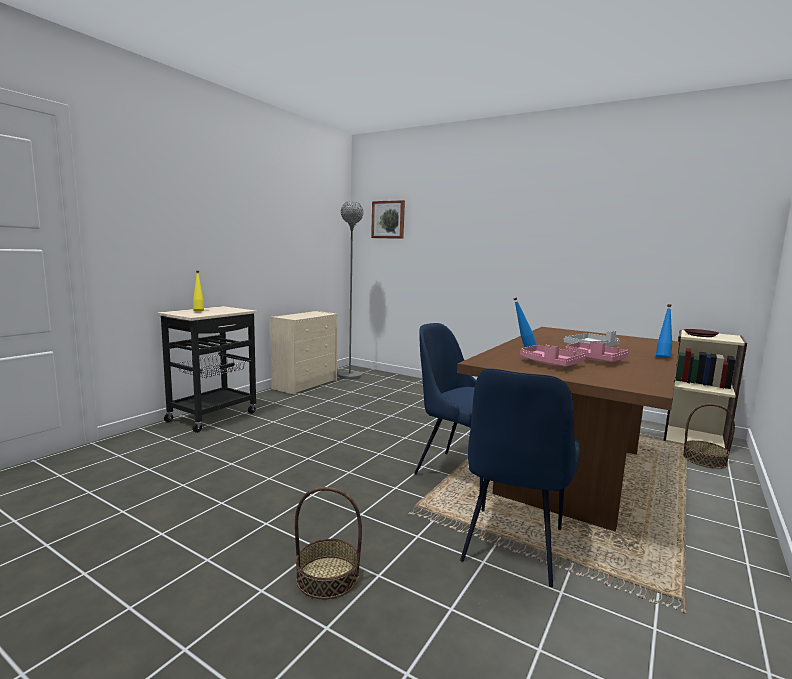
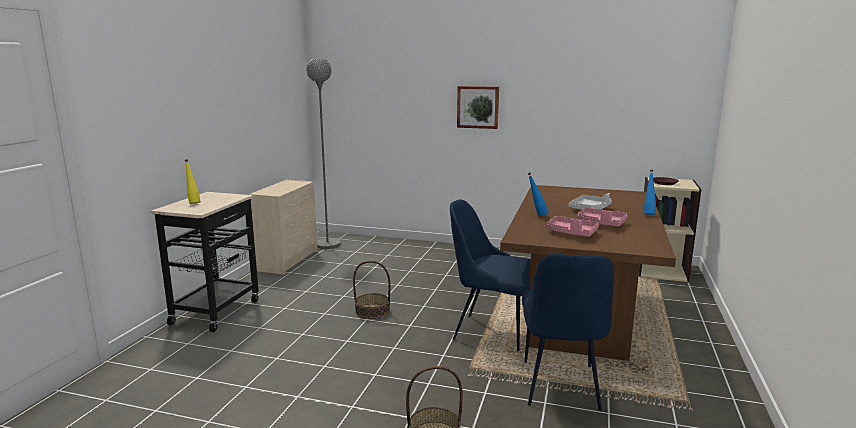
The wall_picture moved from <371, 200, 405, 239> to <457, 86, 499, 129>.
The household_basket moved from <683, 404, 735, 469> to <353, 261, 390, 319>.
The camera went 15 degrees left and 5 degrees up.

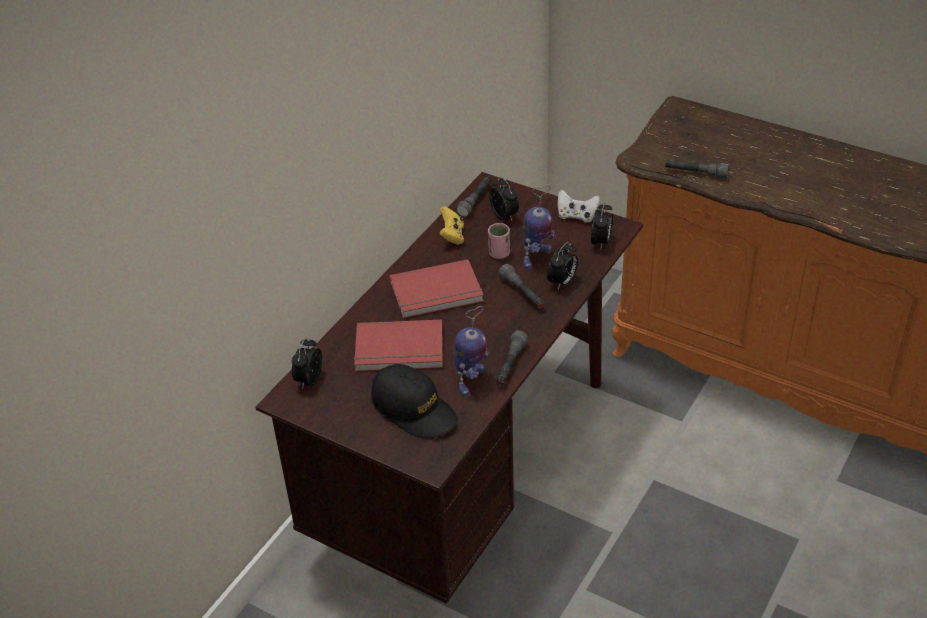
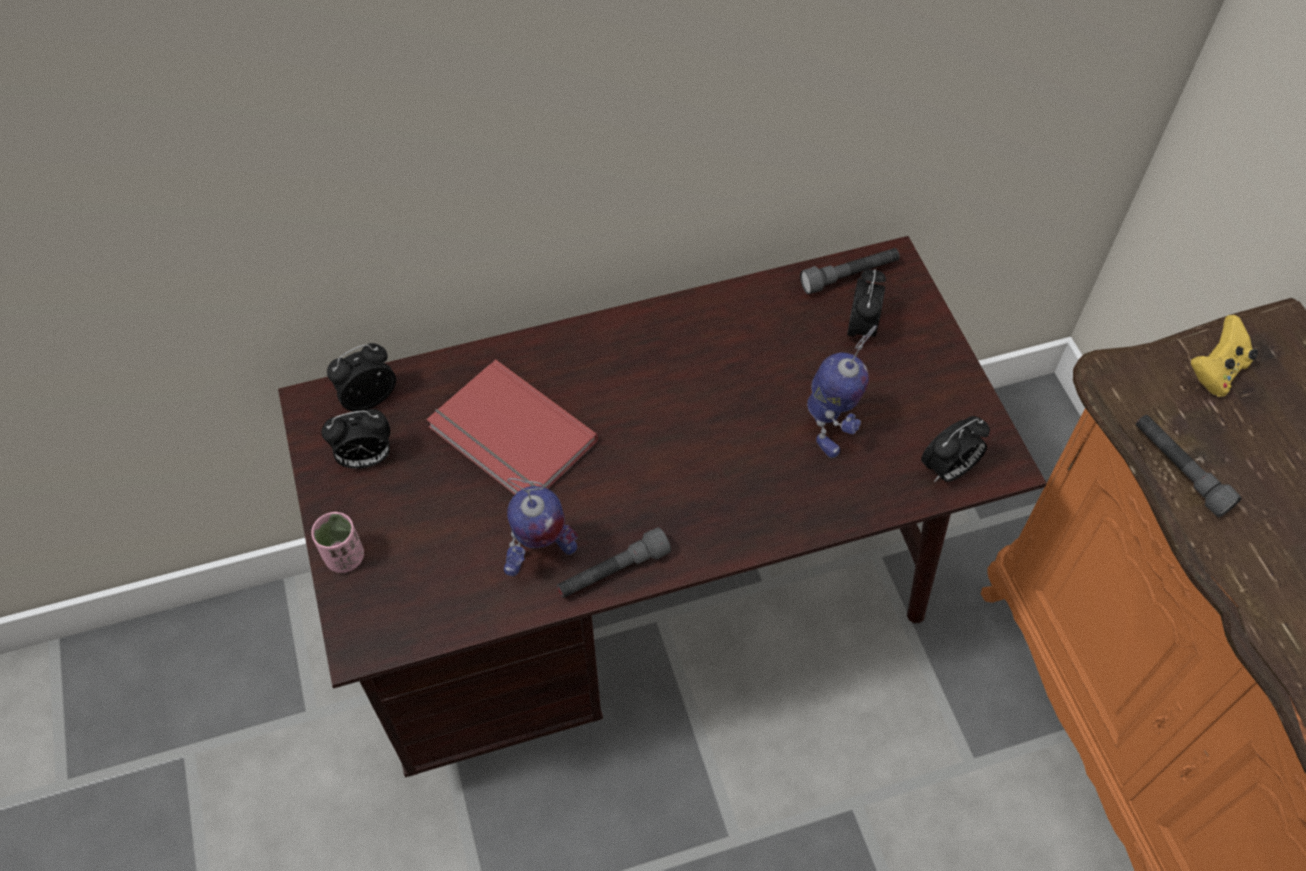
The black_baseball_cap at <371, 364, 458, 438> disappeared.
The reddish_volume at <390, 259, 484, 318> disappeared.
The yellow_gamepad moved from <439, 206, 464, 245> to <1191, 315, 1258, 397>.
The pinkish_drinking_cup moved from <488, 223, 510, 259> to <311, 512, 364, 573>.
The greyish_flashlight at <498, 264, 544, 308> disappeared.
The robot_figure at <523, 186, 556, 270> turned 75 degrees counterclockwise.
The table_clock moved from <547, 242, 578, 289> to <322, 409, 390, 469>.
The whitish_gamepad at <558, 190, 600, 223> disappeared.
The camera went 40 degrees right and 15 degrees up.

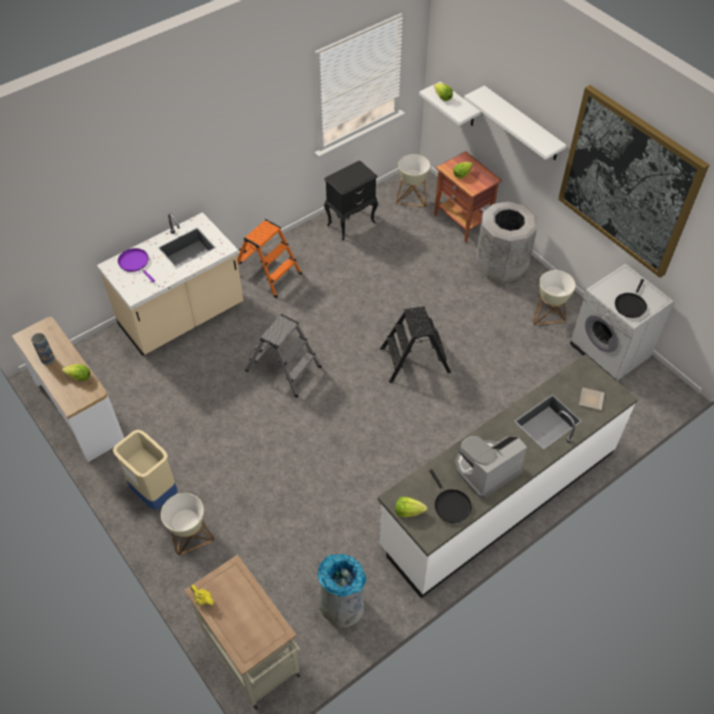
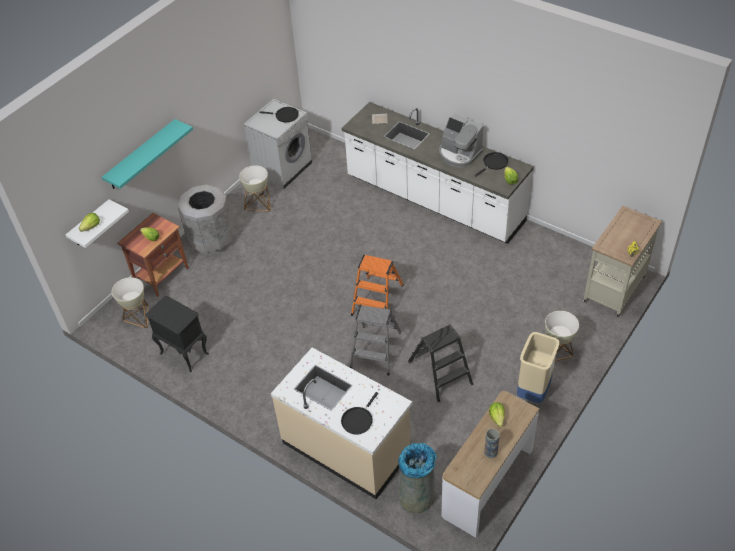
The purple-coloured_skillet at <118, 248, 155, 282> became the black_skillet at <341, 392, 378, 435>.
The orange_stepladder moved from <237, 219, 302, 298> to <351, 254, 404, 316>.
The greyish_rubbish_bin moved from <317, 554, 366, 628> to <398, 443, 436, 513>.
The black_stepladder moved from <380, 306, 451, 383> to <408, 324, 473, 402>.
The whitish_bracket_shelf at <464, 85, 567, 160> became the turquoise-coloured_bracket_shelf at <102, 119, 193, 189>.
The wall_picture at <558, 85, 709, 278> disappeared.
The camera went 105 degrees left and 5 degrees down.

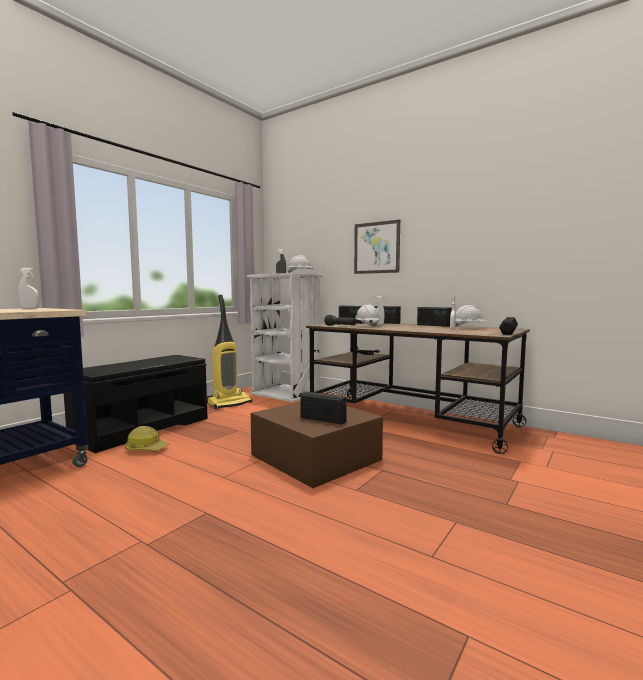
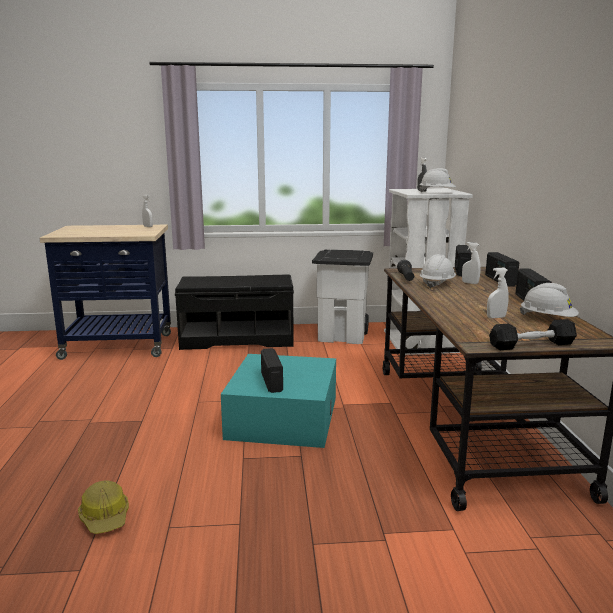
The work_helmet moved from <125, 426, 169, 451> to <78, 480, 129, 534>.
The hoover at <207, 295, 252, 409> was replaced by the whitish_rubbish_bin at <312, 249, 373, 344>.
The brownish_storage_container at <251, 402, 383, 488> became the turquoise-coloured_storage_container at <221, 354, 336, 448>.
The wall_picture at <354, 219, 400, 274> disappeared.
The camera went 50 degrees right and 10 degrees up.

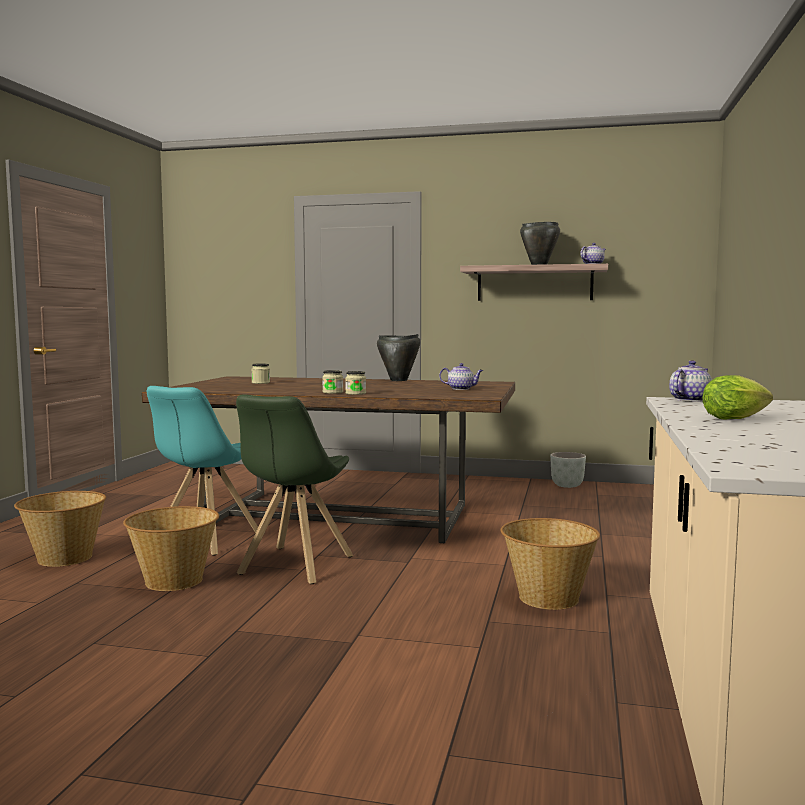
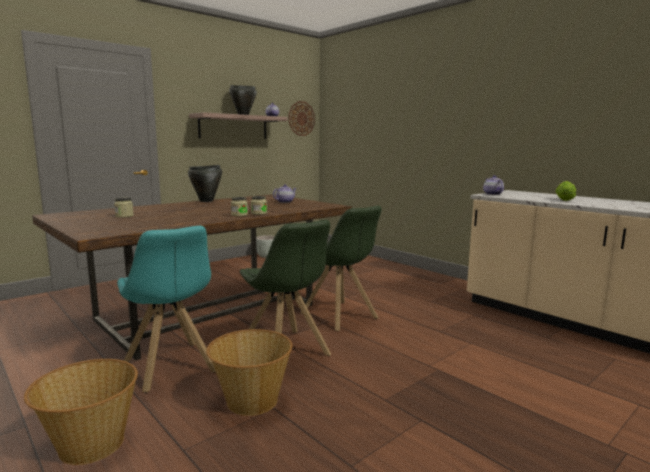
The household_basket at <501, 518, 600, 610> disappeared.
The wall_clock at <289, 101, 315, 136> appeared.
The green-coloured_chair at <301, 206, 382, 331> appeared.
The camera went 55 degrees left and 5 degrees up.

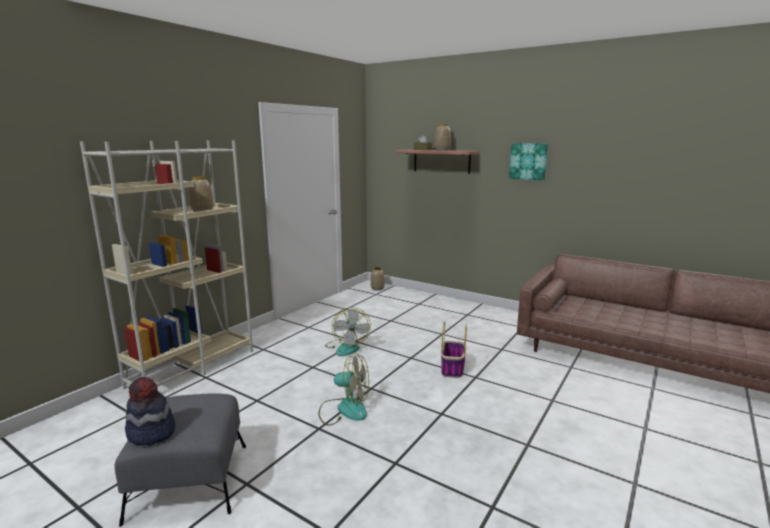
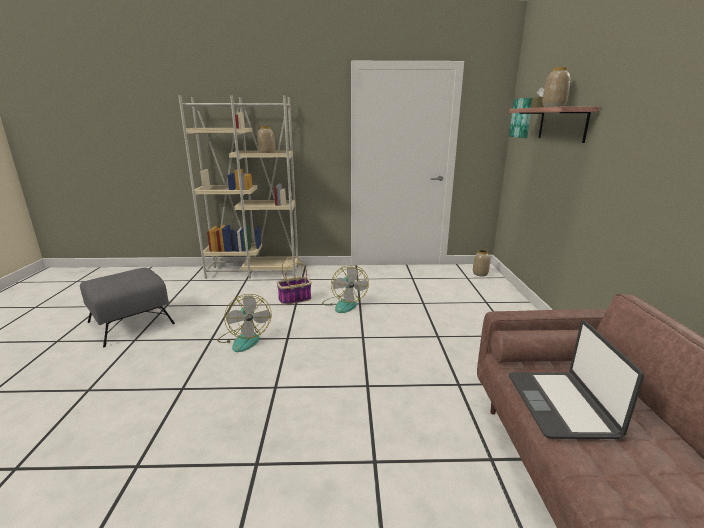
The hat at <125, 377, 175, 445> disappeared.
The electric_fan at <325, 308, 371, 356> turned 60 degrees counterclockwise.
The household_basket moved from <441, 321, 467, 378> to <277, 257, 311, 305>.
The wall_picture moved from <509, 143, 548, 180> to <509, 98, 532, 138>.
The notebook_computer at <509, 320, 644, 439> appeared.
The camera went 55 degrees right and 5 degrees up.

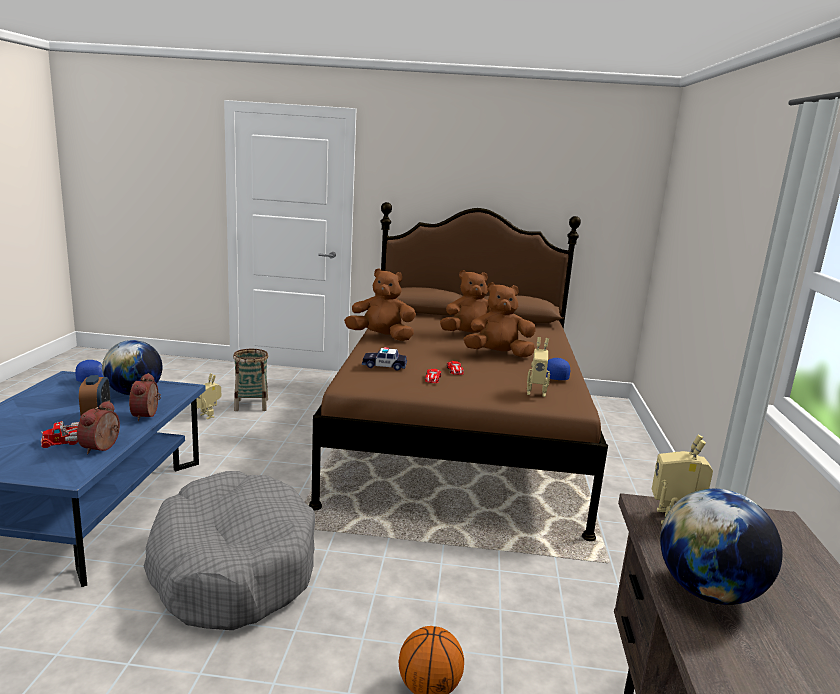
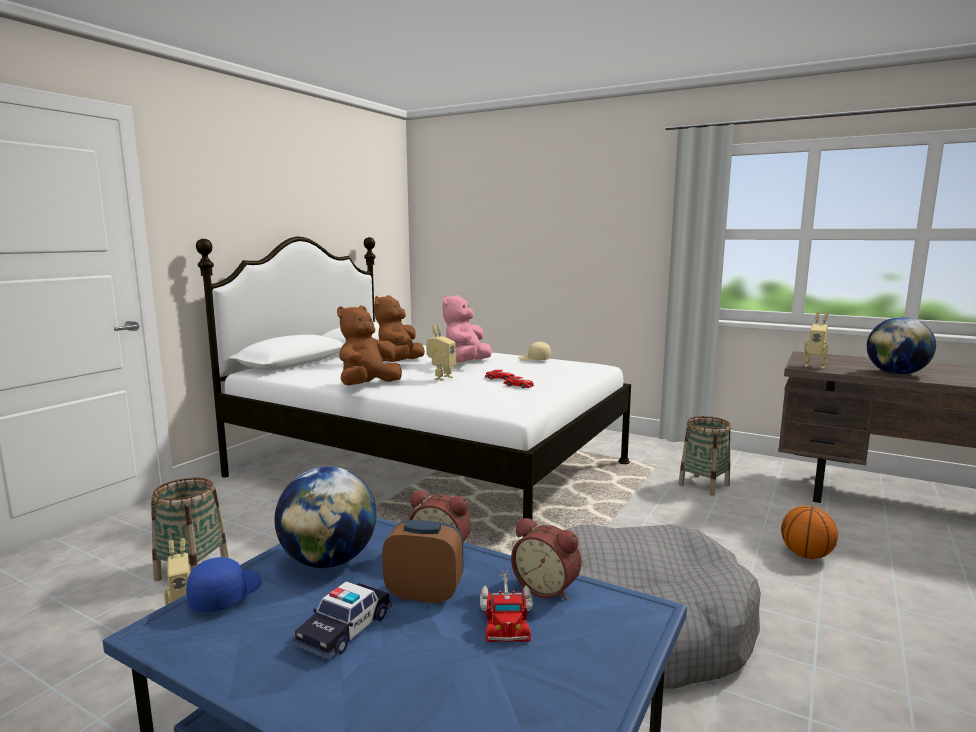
The brownish_bedroom_bed at <309, 202, 608, 541> became the whitish_bedroom_bed at <196, 237, 631, 537>.
The miniature_car moved from <362, 347, 407, 371> to <293, 581, 392, 659>.
The brownish_plush_toy at <464, 282, 536, 358> became the pinkish_plush_toy at <443, 295, 492, 362>.
The robot_figure moved from <527, 337, 550, 397> to <426, 324, 456, 381>.
The bluish_baseball_cap at <546, 358, 570, 380> became the beige-coloured_baseball_cap at <518, 342, 551, 361>.
The household_basket at <678, 416, 731, 496> appeared.
The camera went 65 degrees left and 5 degrees down.

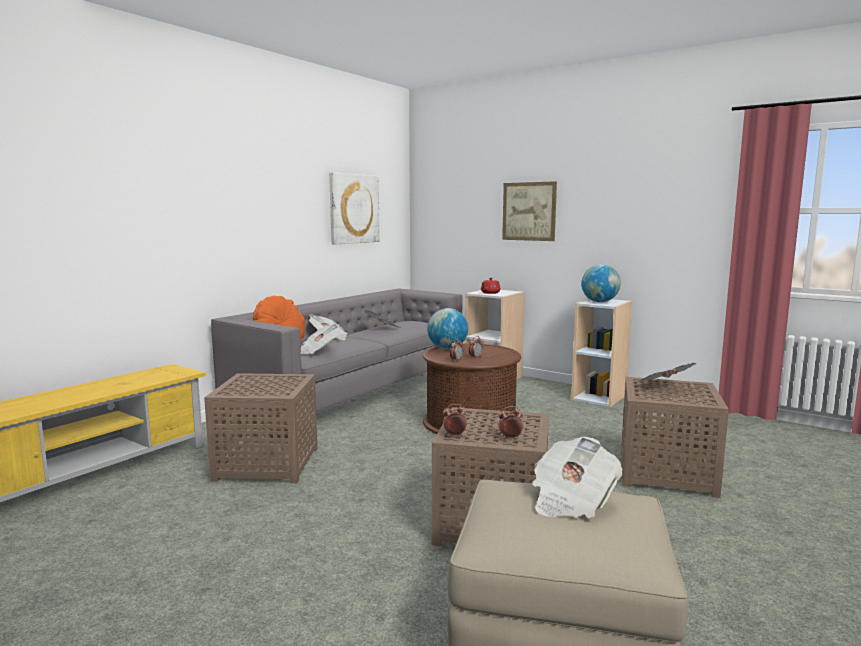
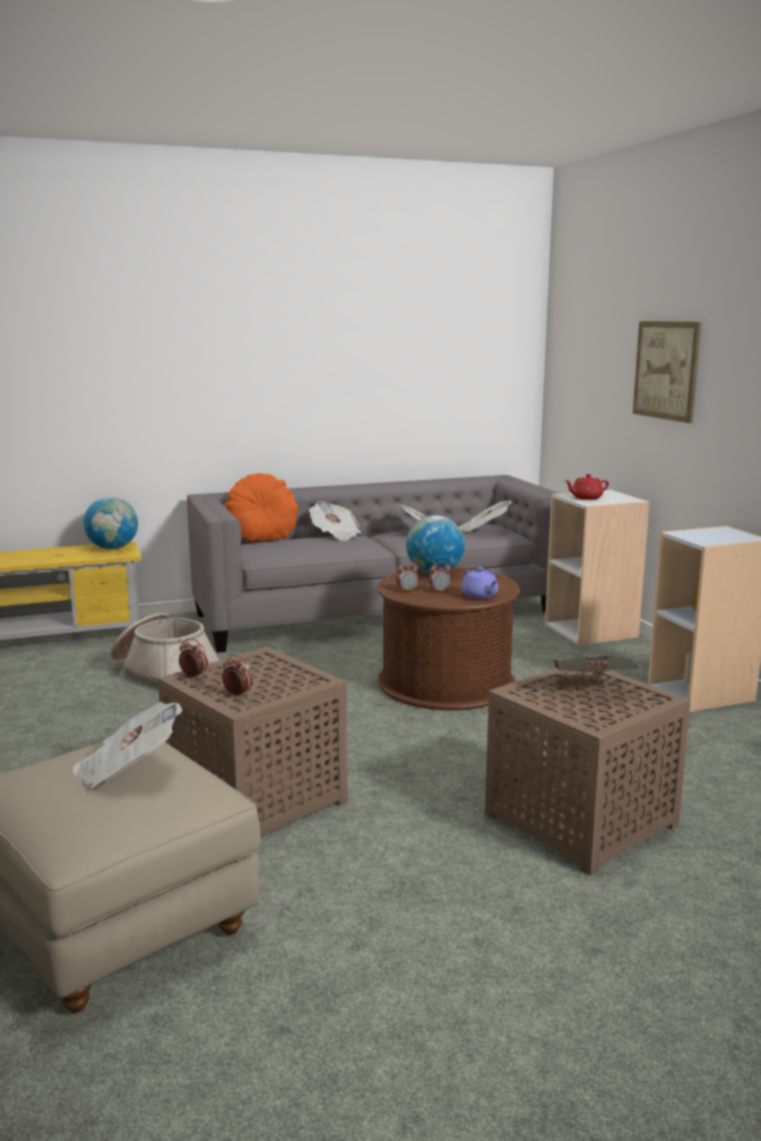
The brownish_side_table at <204, 373, 318, 483> was replaced by the household_basket at <110, 613, 219, 682>.
The printed_paper moved from <301, 324, 340, 354> to <459, 500, 512, 532>.
The wall_picture at <329, 172, 380, 245> disappeared.
The world_globe moved from <581, 265, 621, 302> to <83, 497, 138, 549>.
The purple-coloured_teapot at <461, 567, 498, 599> appeared.
The camera went 35 degrees right and 5 degrees up.

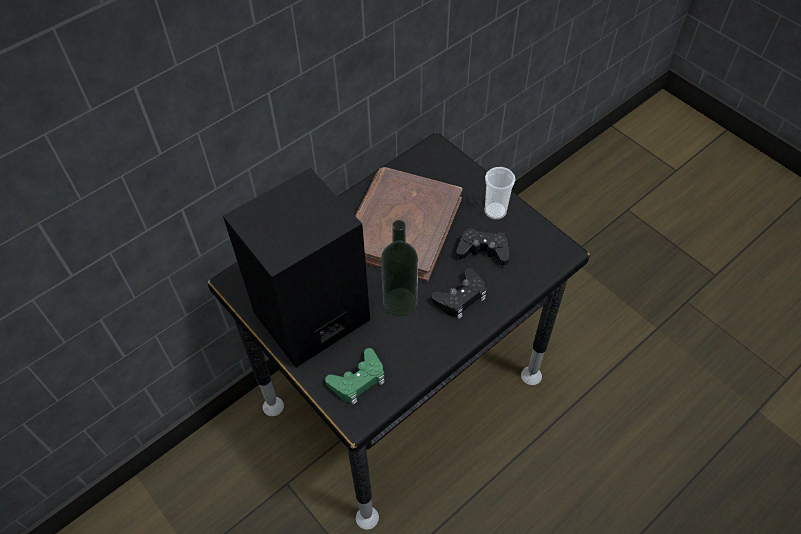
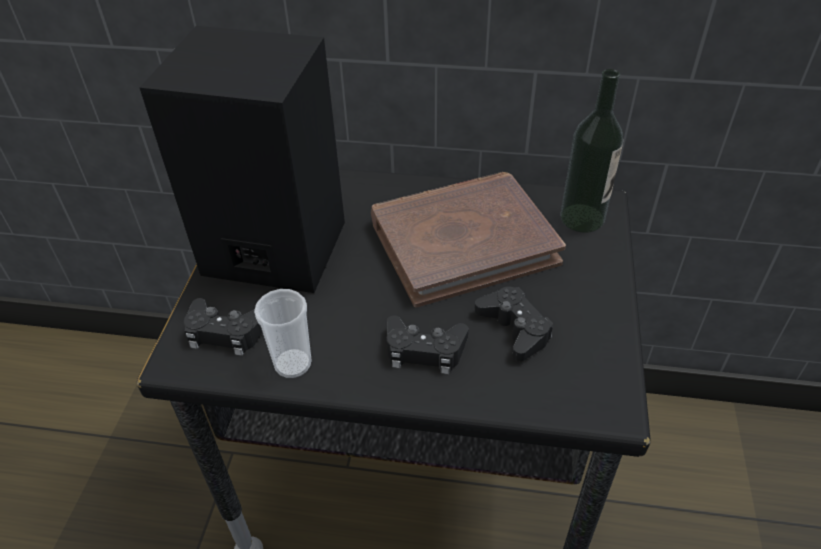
The green-coloured_gamepad at <325, 348, 385, 405> became the black_gamepad at <183, 298, 263, 356>.
The beverage_bottle moved from <381, 220, 418, 316> to <560, 69, 623, 233>.
The drinking_cup moved from <484, 167, 515, 220> to <254, 289, 311, 378>.
The camera went 50 degrees right and 10 degrees down.

